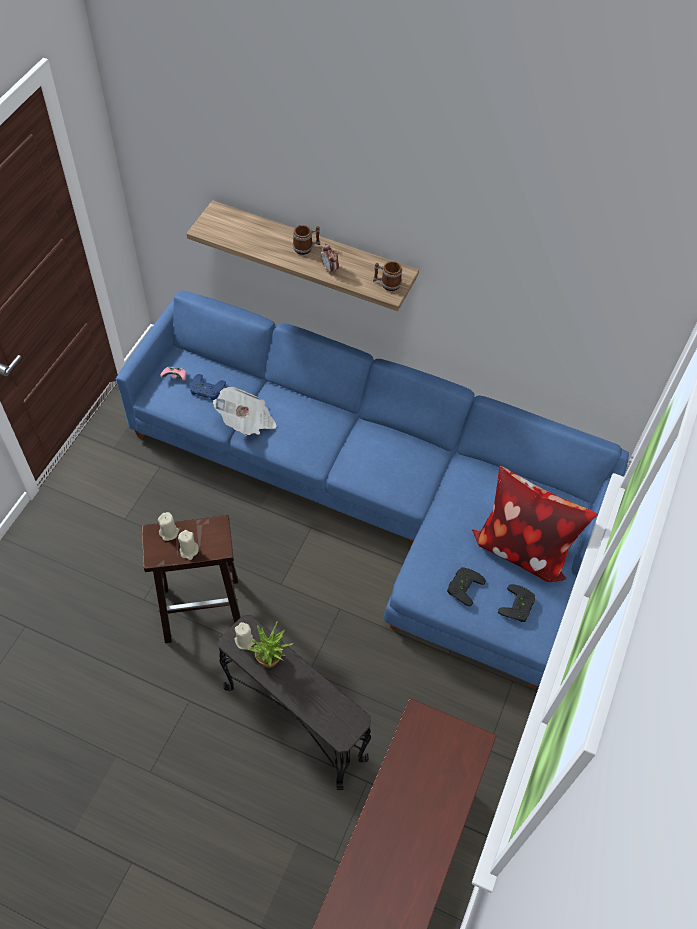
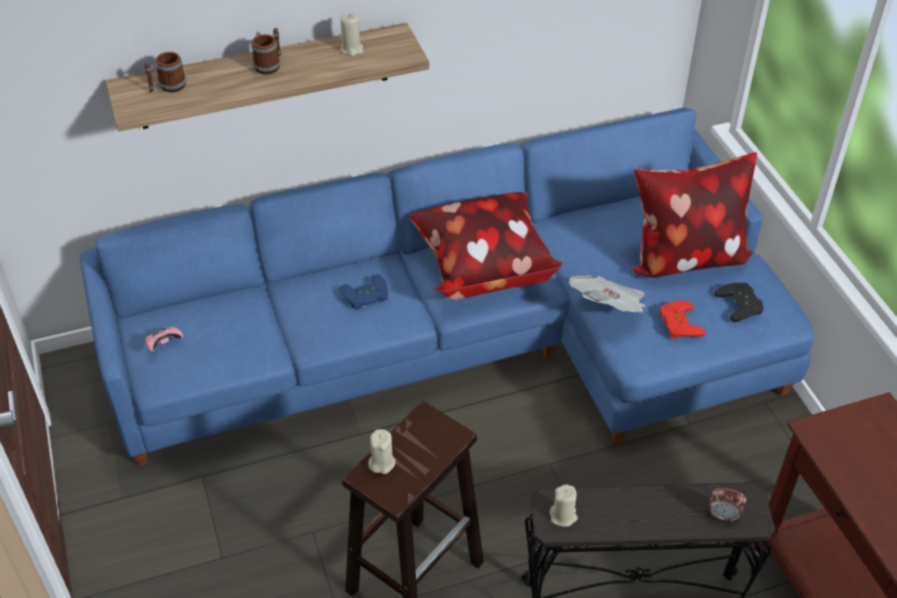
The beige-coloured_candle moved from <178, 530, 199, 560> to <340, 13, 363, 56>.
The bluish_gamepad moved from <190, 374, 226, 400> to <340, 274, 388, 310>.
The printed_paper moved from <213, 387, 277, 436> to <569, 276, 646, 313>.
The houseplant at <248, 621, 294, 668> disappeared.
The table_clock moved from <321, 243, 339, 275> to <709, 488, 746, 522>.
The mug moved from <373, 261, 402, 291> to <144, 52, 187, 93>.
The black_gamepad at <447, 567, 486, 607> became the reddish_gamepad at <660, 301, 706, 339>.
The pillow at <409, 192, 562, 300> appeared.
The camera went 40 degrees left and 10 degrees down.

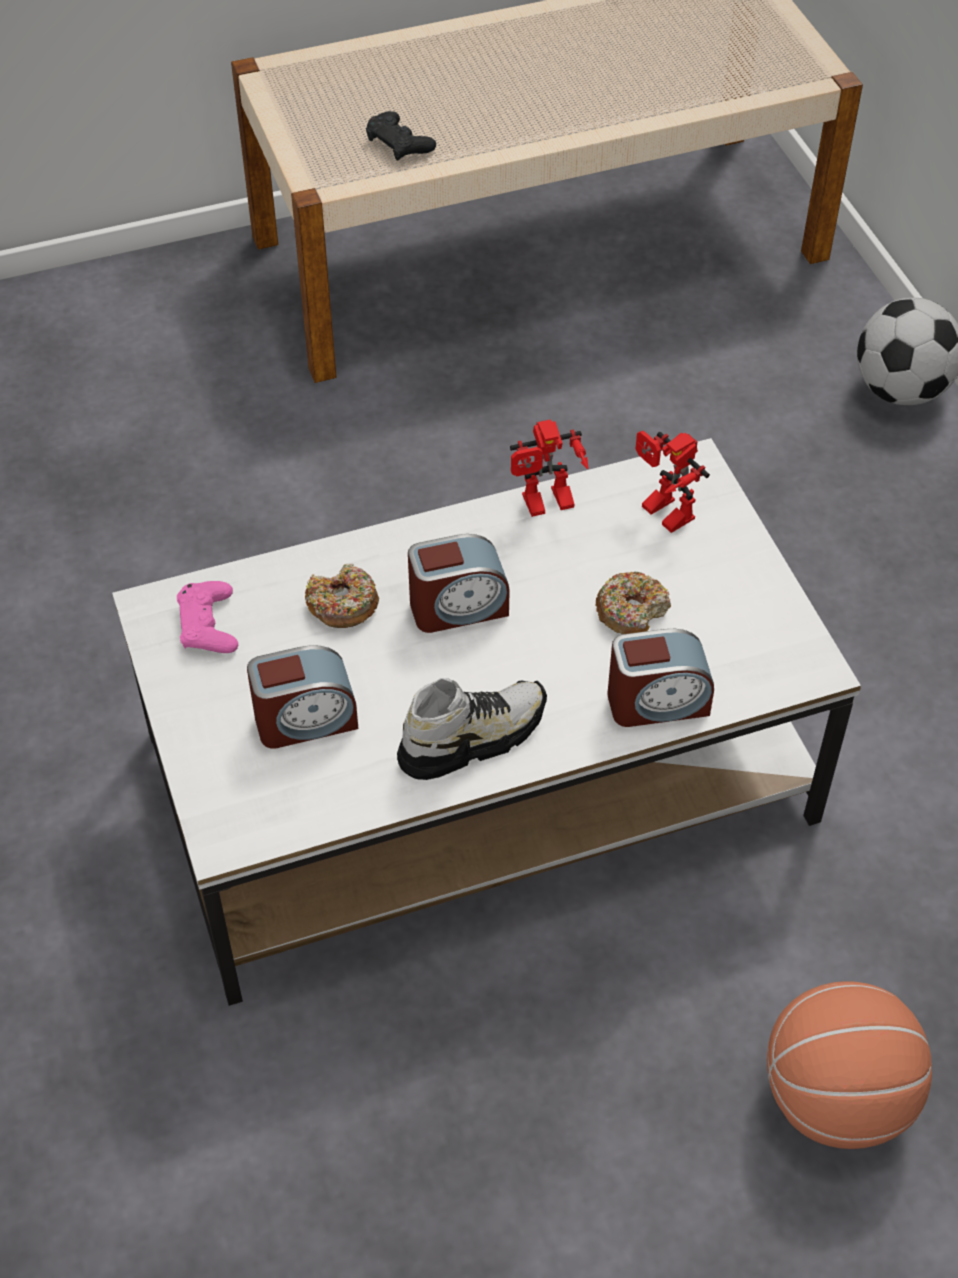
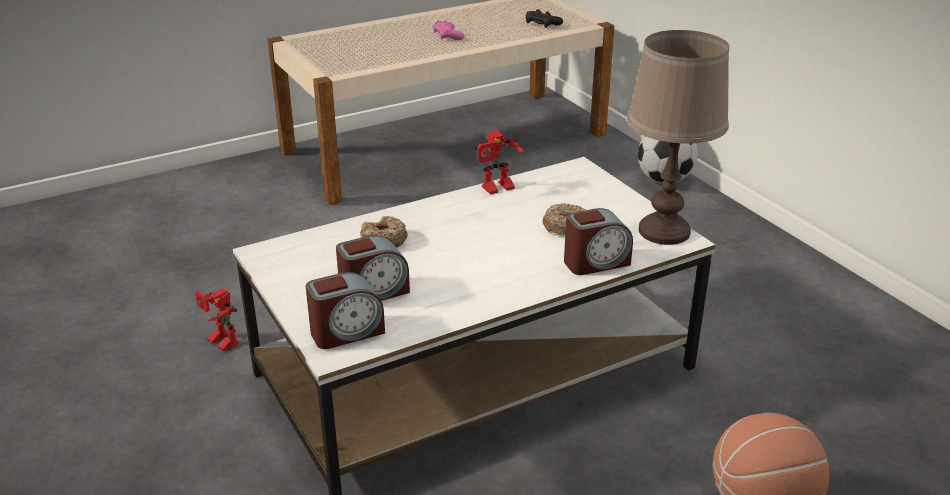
The pinkish_gamepad moved from <177, 581, 238, 653> to <433, 20, 464, 40>.
The black_gamepad moved from <366, 111, 436, 161> to <526, 9, 563, 28>.
The item_of_footwear at <397, 678, 547, 780> disappeared.
The table_clock moved from <408, 534, 510, 633> to <306, 272, 385, 349>.
The robot_figure moved from <635, 431, 710, 533> to <195, 289, 239, 352>.
The brownish_table_lamp at <627, 30, 729, 245> appeared.
The camera went 10 degrees left and 20 degrees down.

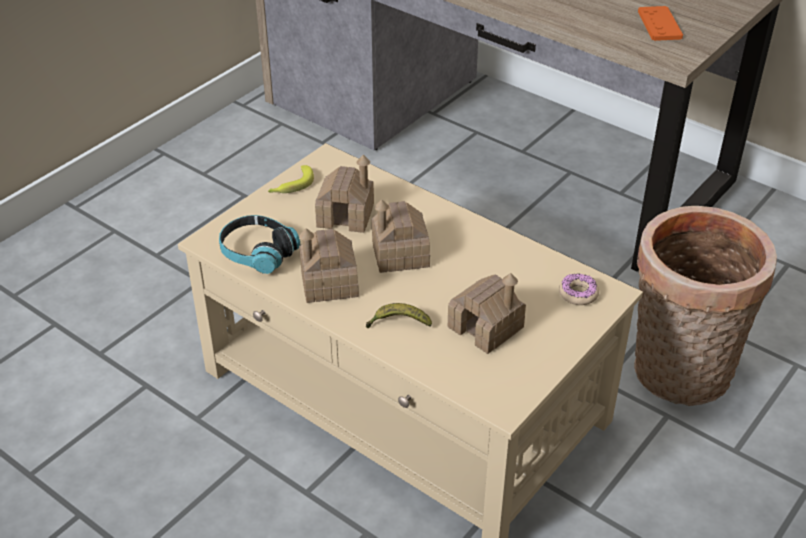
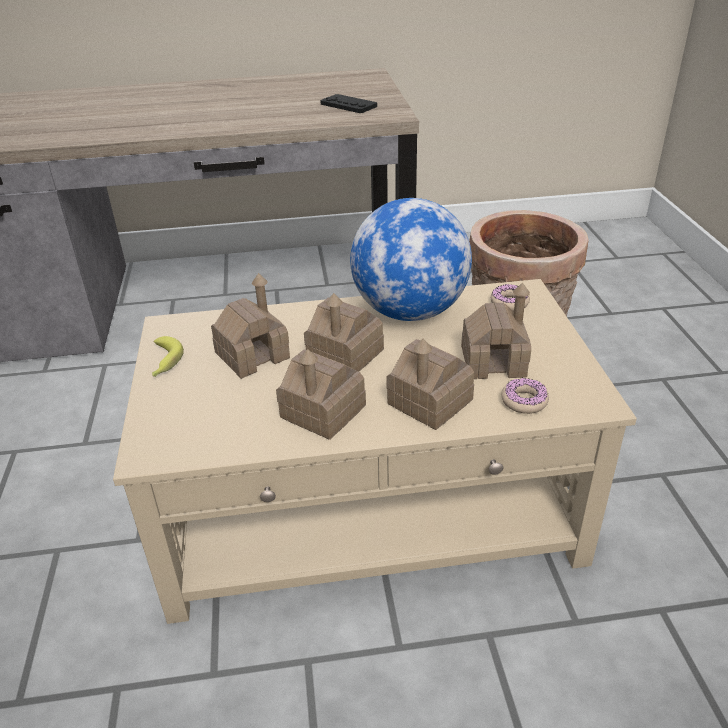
The headphones at <219, 215, 300, 274> disappeared.
The whole_banana at <366, 303, 432, 328> was replaced by the toy_house at <387, 339, 474, 430>.
The orange_gamepad at <638, 6, 683, 41> became the black_gamepad at <320, 94, 377, 113>.
The world_globe at <350, 198, 472, 321> appeared.
The doughnut at <501, 378, 549, 414> appeared.
The camera went 45 degrees left and 5 degrees down.

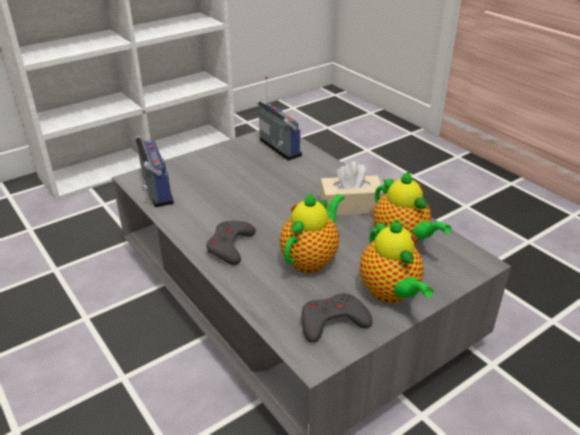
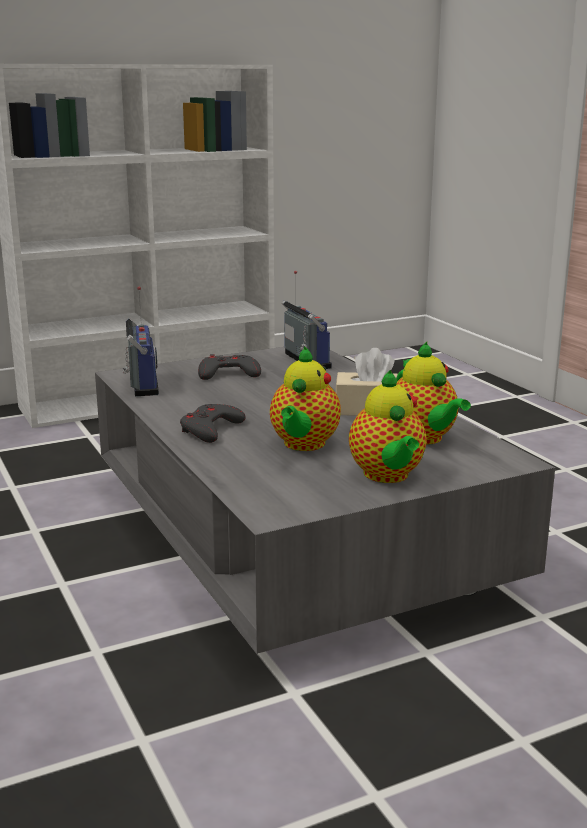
The teapot at <279, 192, 345, 273> turned 150 degrees clockwise.
The greyish_gamepad moved from <301, 293, 372, 342> to <198, 354, 261, 380>.
The camera went 10 degrees right and 15 degrees down.

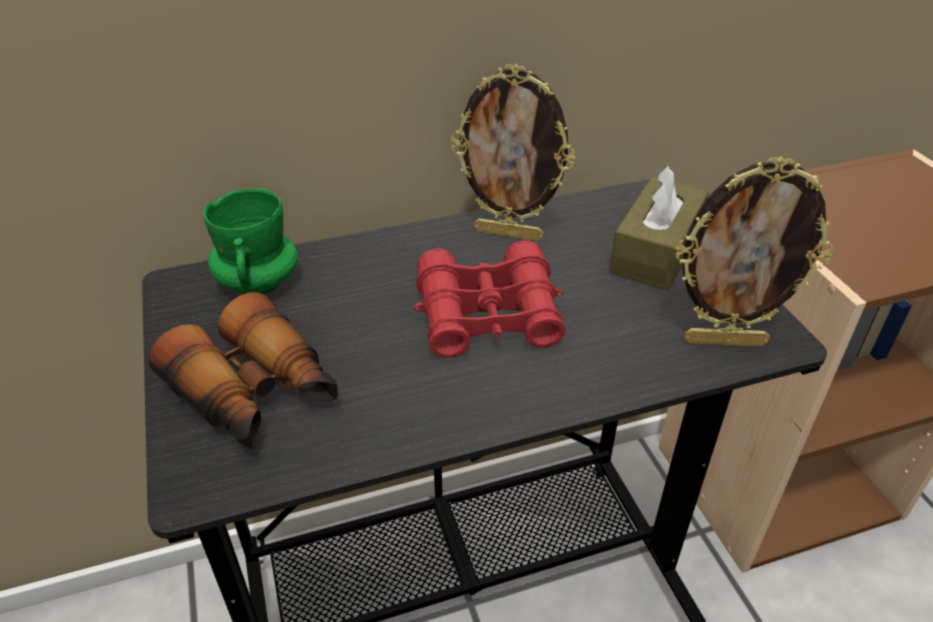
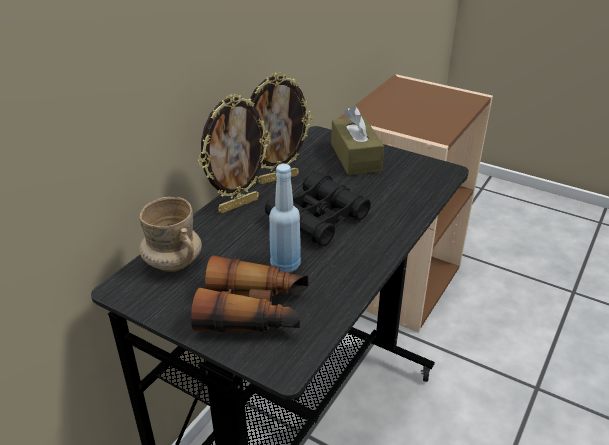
The green-coloured_mug at <203, 188, 298, 294> became the beige-coloured_mug at <139, 197, 202, 272>.
The reddish_pair_of_binoculars at <413, 241, 566, 358> became the black_pair_of_binoculars at <265, 171, 371, 247>.
The photo_frame moved from <676, 156, 834, 347> to <198, 94, 271, 213>.
The bluish_beverage_bottle at <269, 164, 301, 273> appeared.
The camera went 40 degrees left and 5 degrees down.

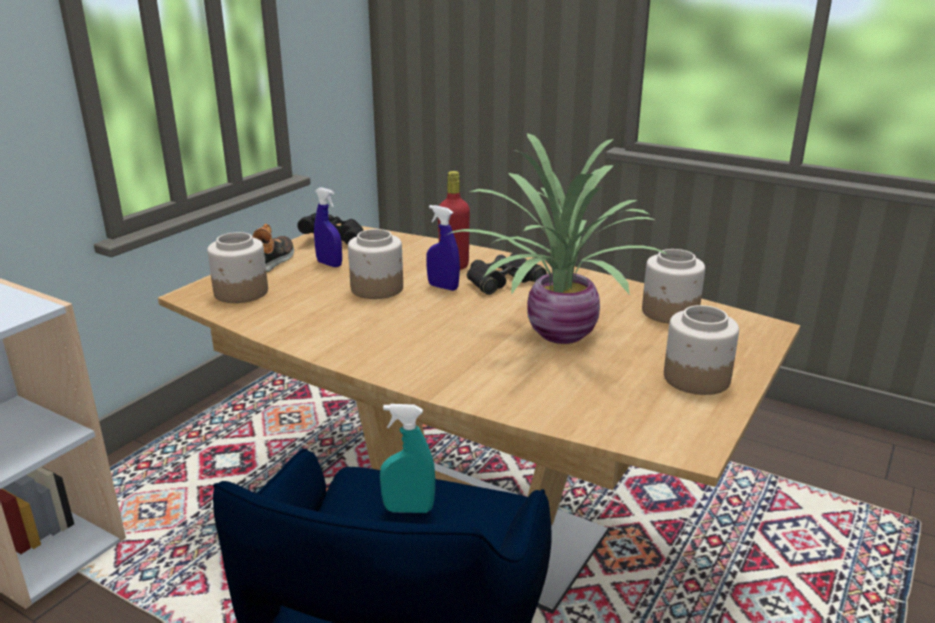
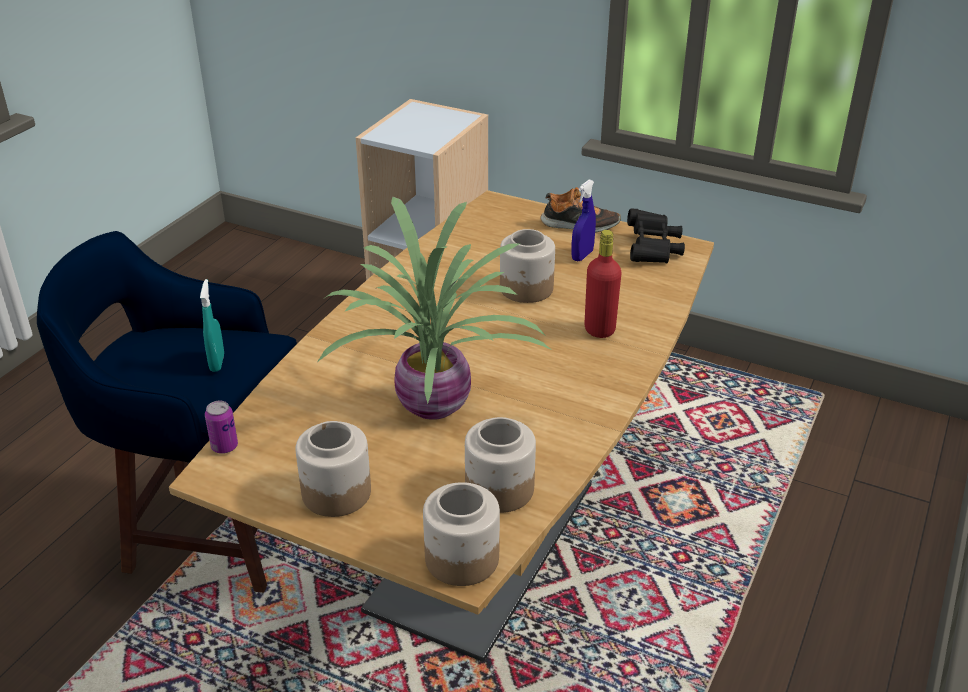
The storage_jar moved from <207, 232, 268, 303> to <423, 482, 500, 586>.
The bluish_spray_bottle at <426, 205, 460, 291> disappeared.
The black_pair_of_binoculars at <467, 253, 547, 295> disappeared.
The sealed_can at <205, 401, 238, 454> appeared.
The camera went 85 degrees right and 10 degrees up.

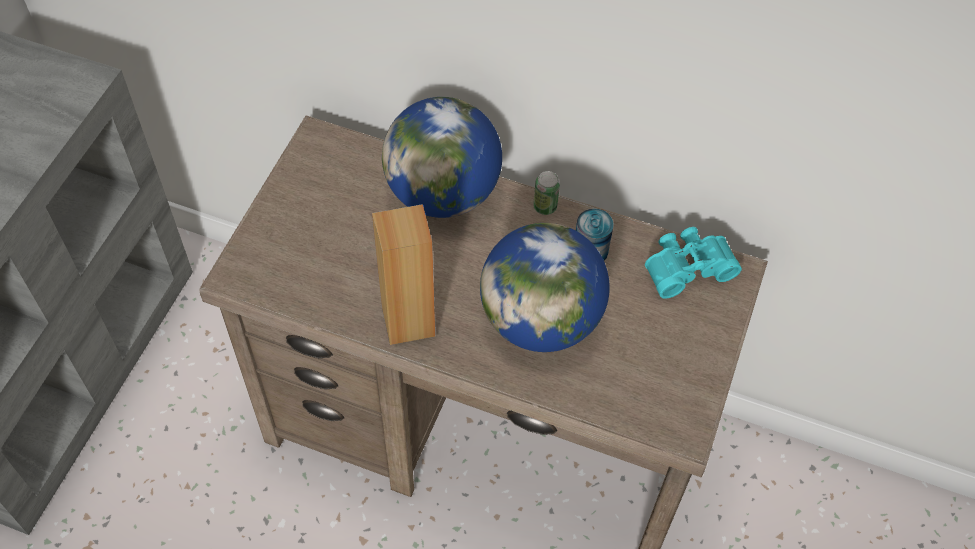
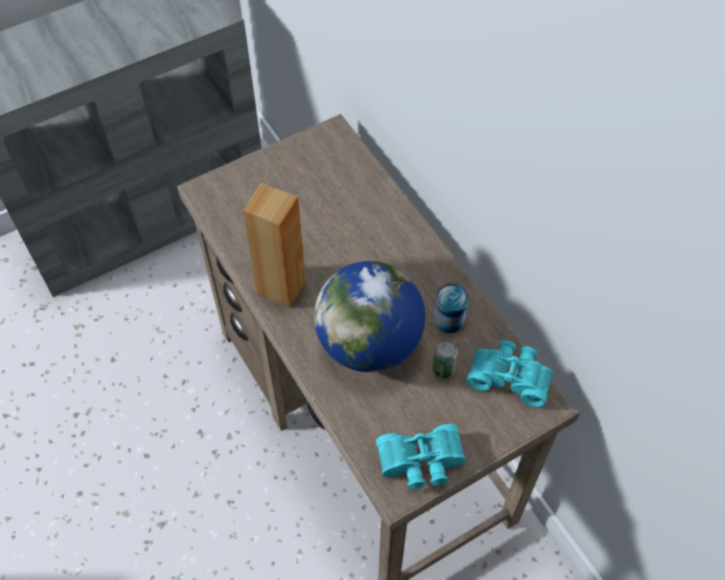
The world_globe at <382, 97, 502, 218> disappeared.
The sealed_can moved from <533, 171, 560, 215> to <432, 341, 458, 379>.
The turquoise-coloured_pair_of_binoculars at <376, 424, 466, 489> appeared.
The camera went 40 degrees right and 0 degrees up.

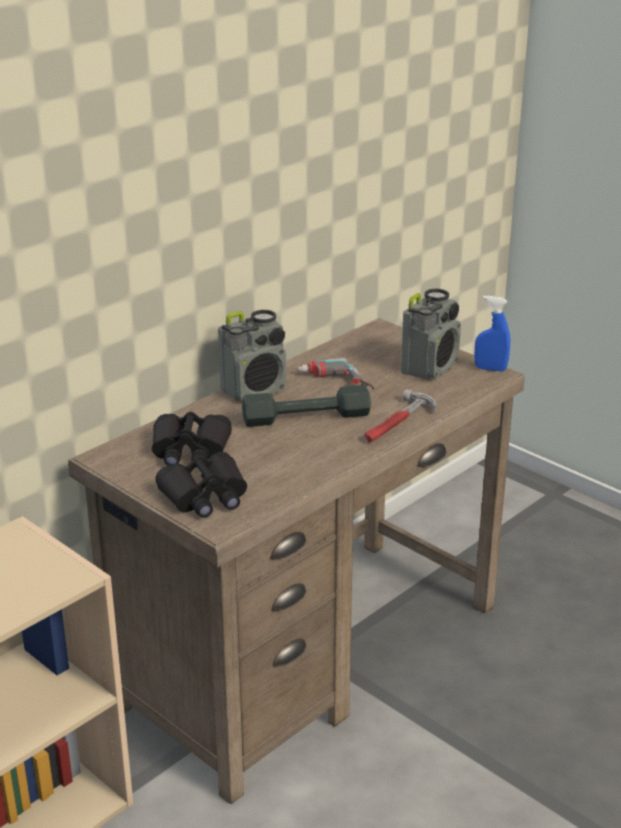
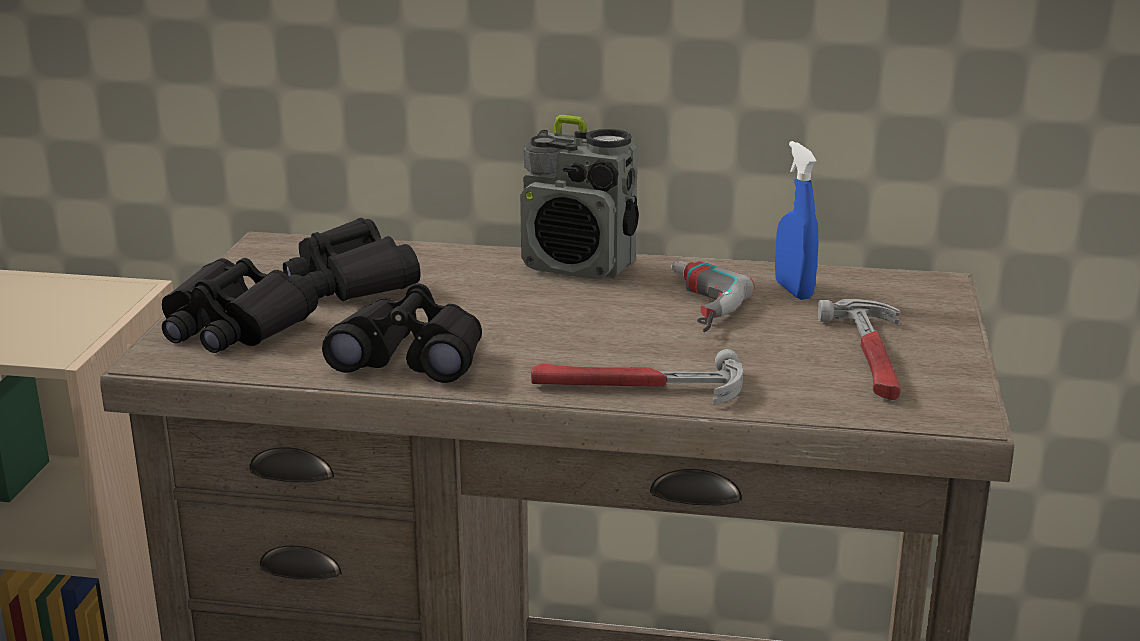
The greyish_free_weight at <242, 385, 371, 427> disappeared.
The radio at <401, 289, 461, 380> was replaced by the hammer at <818, 299, 901, 400>.
The bluish_spray_bottle moved from <474, 296, 510, 372> to <775, 141, 818, 300>.
The black_pair_of_binoculars at <322, 284, 482, 383> appeared.
The camera went 55 degrees right and 5 degrees down.

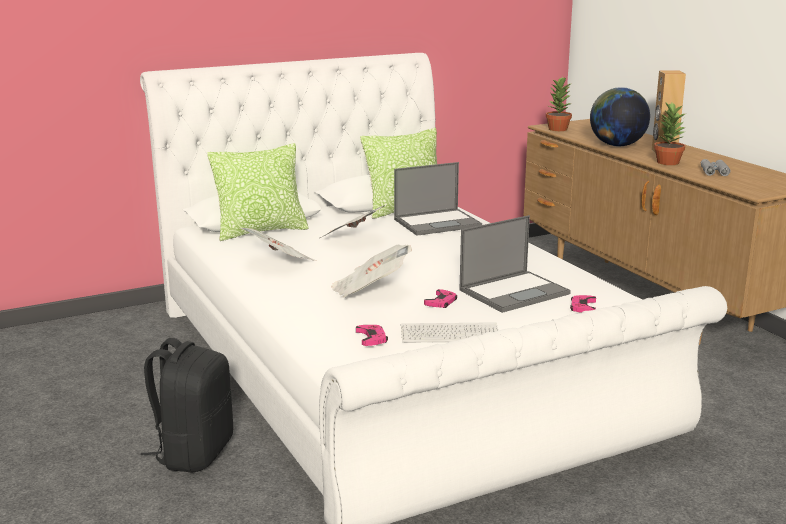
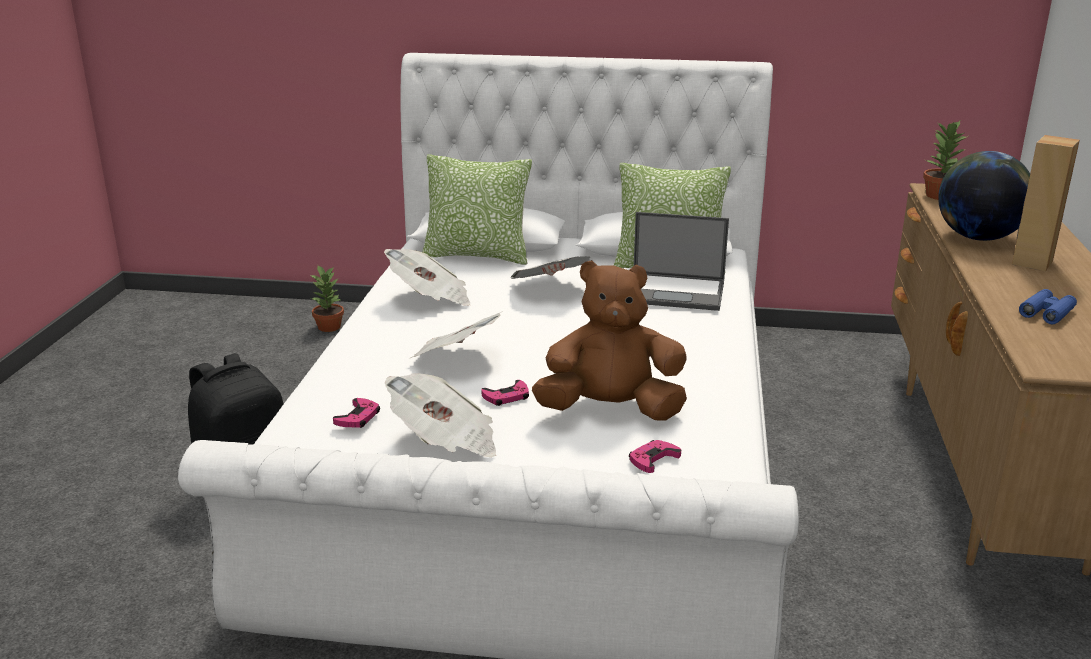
The computer_keyboard at <401, 322, 498, 343> was replaced by the printed_paper at <385, 373, 496, 457>.
The notebook_computer at <459, 215, 571, 313> was replaced by the brownish_plush_toy at <532, 260, 687, 421>.
The houseplant moved from <654, 102, 687, 165> to <311, 264, 344, 332>.
The greyish_pair_of_binoculars at <701, 159, 730, 176> became the bluish_pair_of_binoculars at <1019, 289, 1077, 324>.
The camera went 35 degrees right and 5 degrees up.

